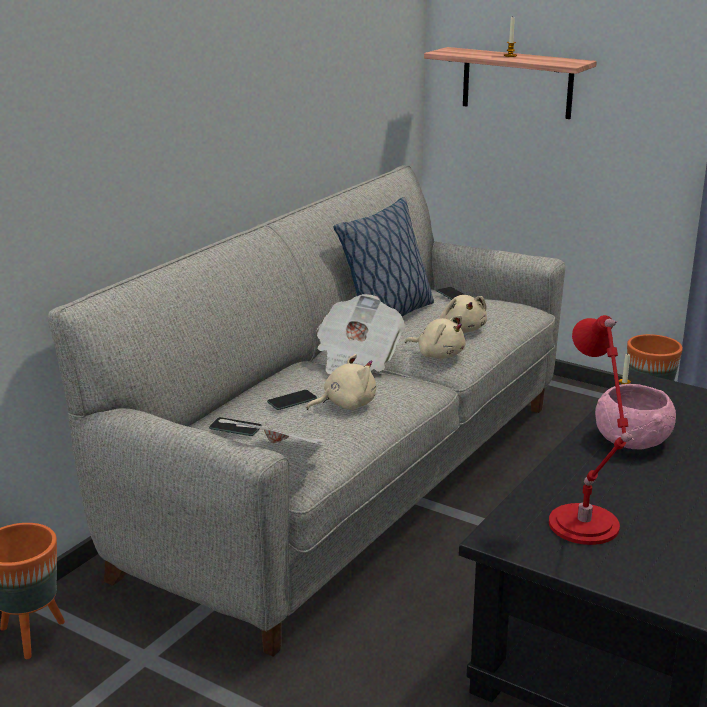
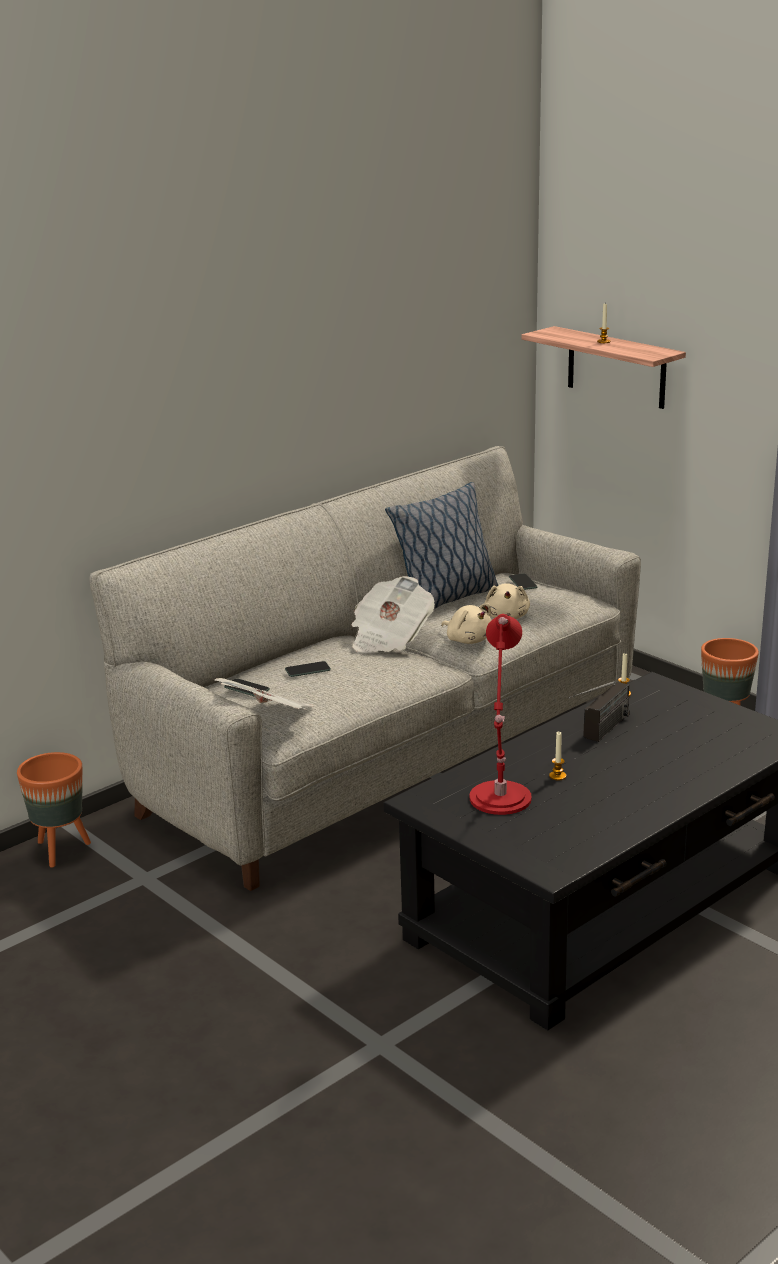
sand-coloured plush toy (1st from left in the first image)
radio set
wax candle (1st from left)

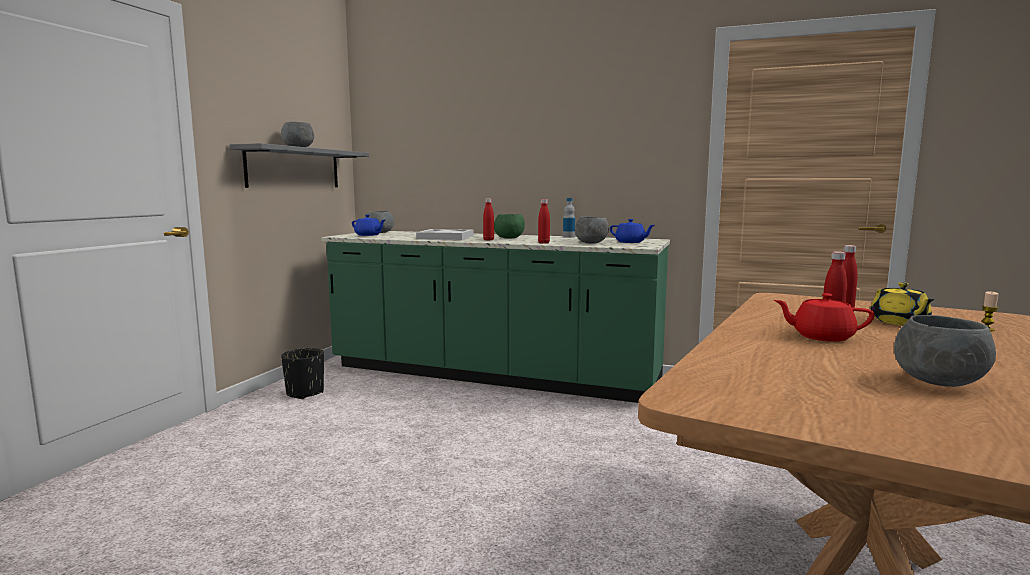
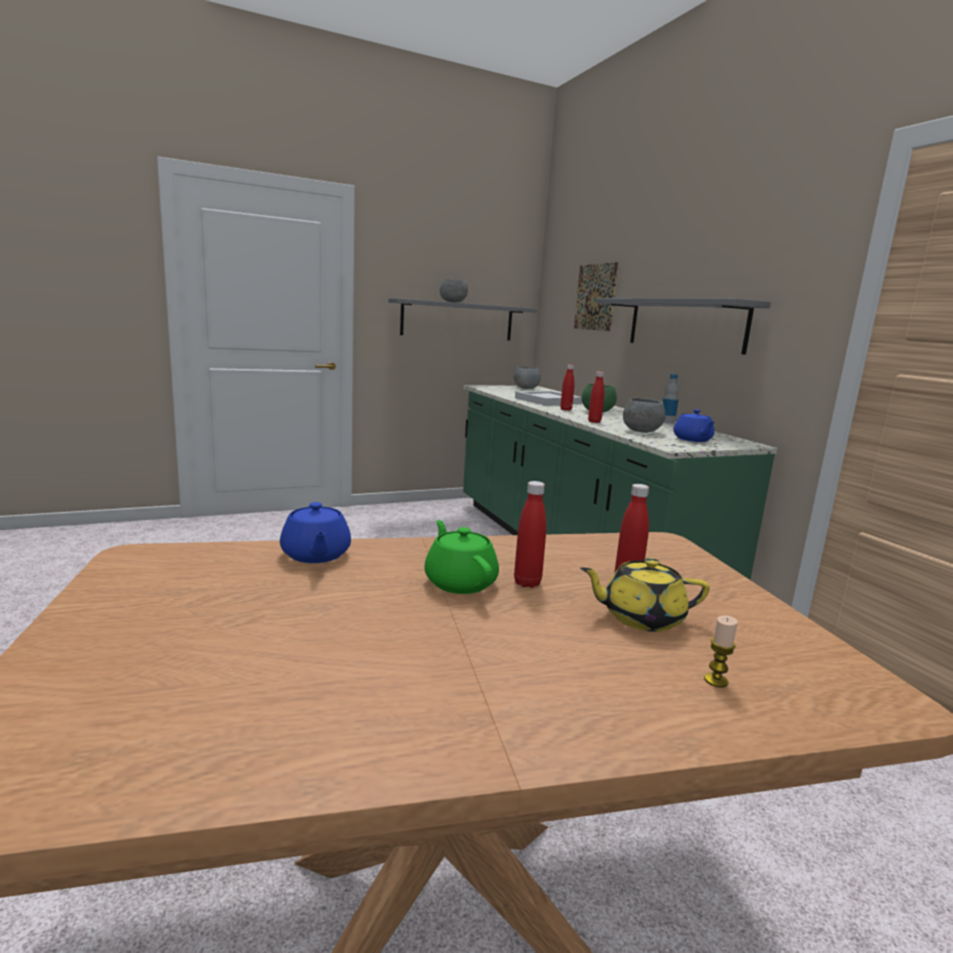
bluish pot for tea (1st from left)
yellow-coloured pot for tea
green pot for tea
grey bowl (4th from left in the first image)
black-coloured planter
wall picture
grey wall shelf (2nd from left)

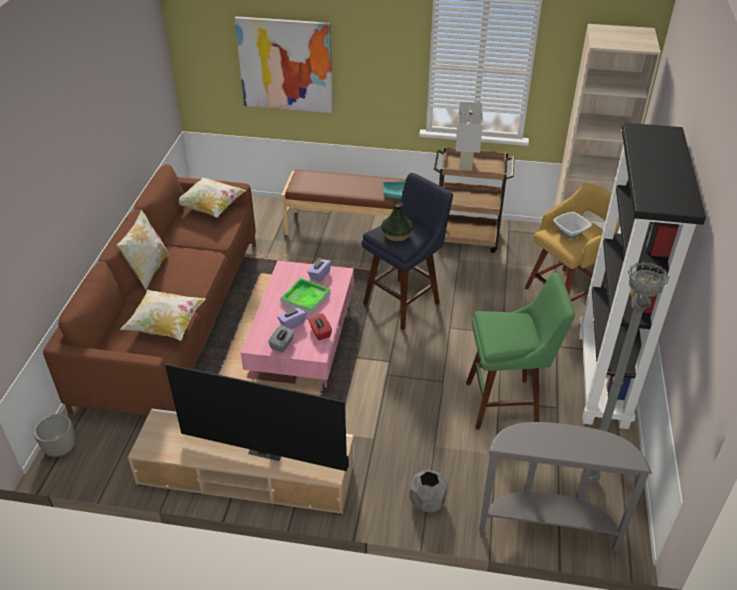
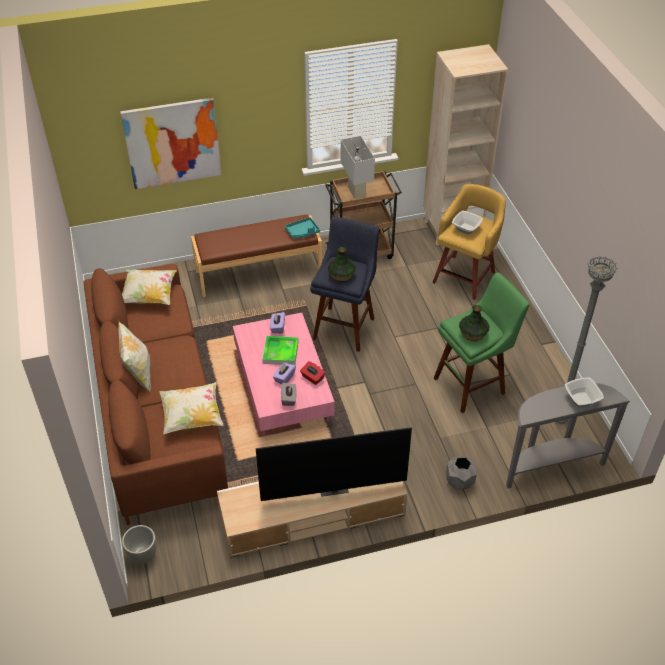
black-coloured bookshelf
flower vase (2nd from left)
bowl (2nd from left)

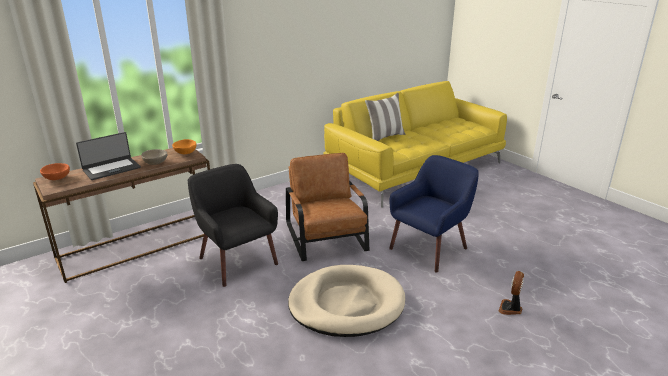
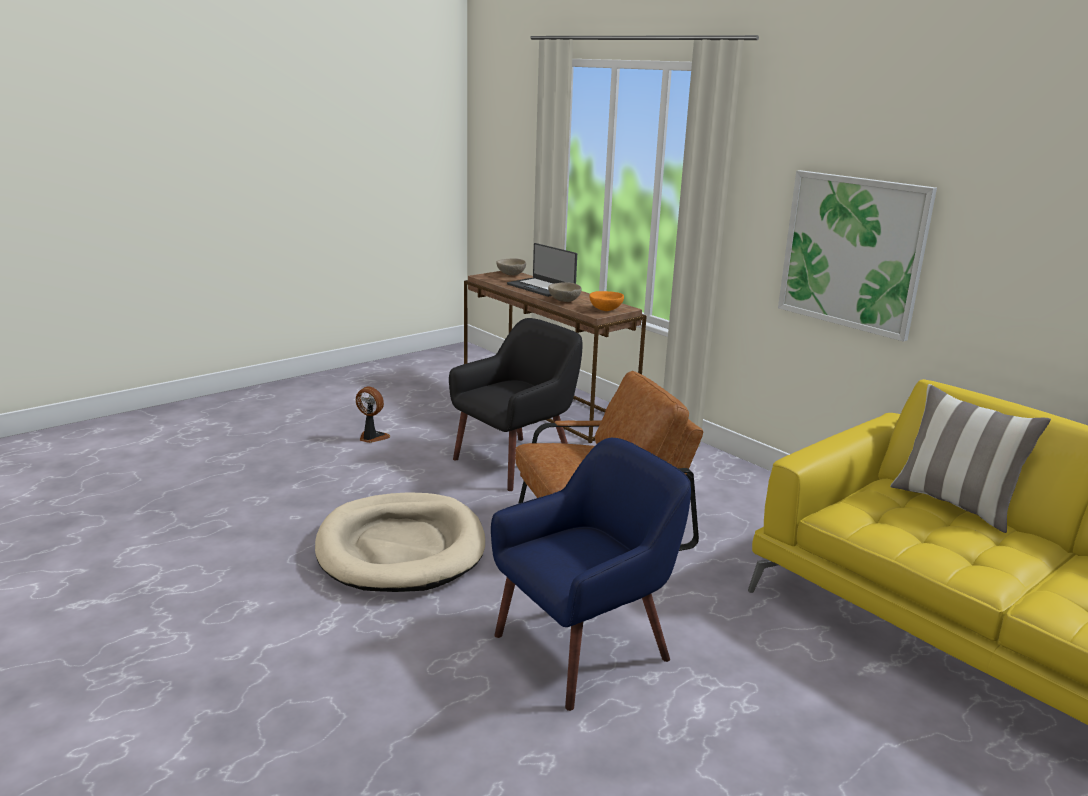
bluish easy chair
sand-coloured bowl (1st from left)
fan
wall picture

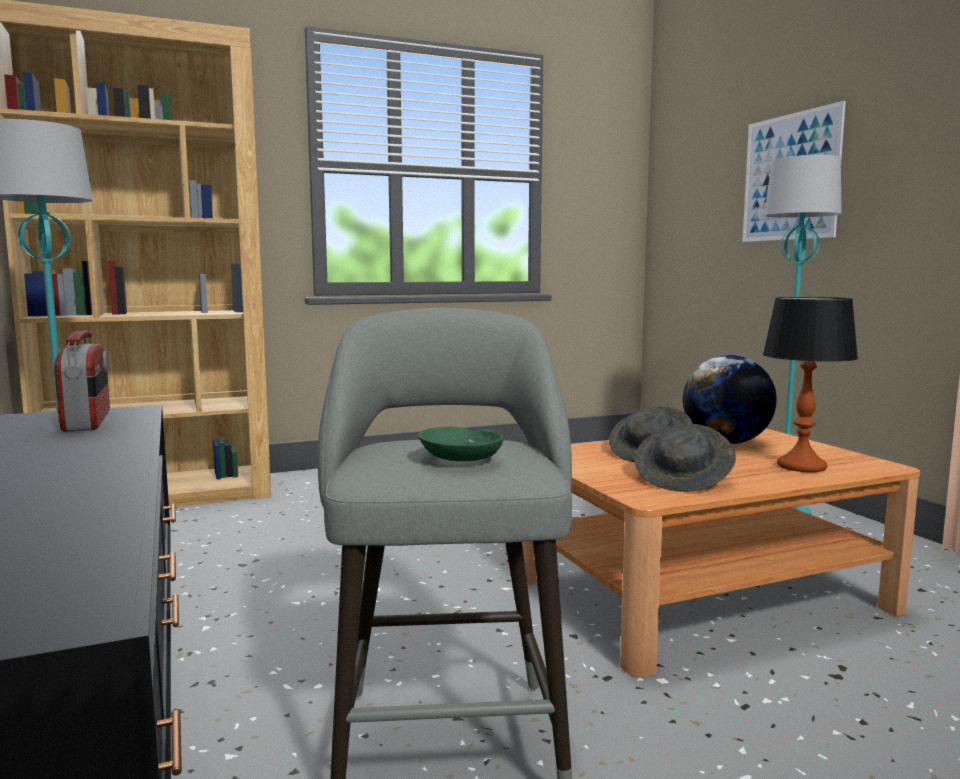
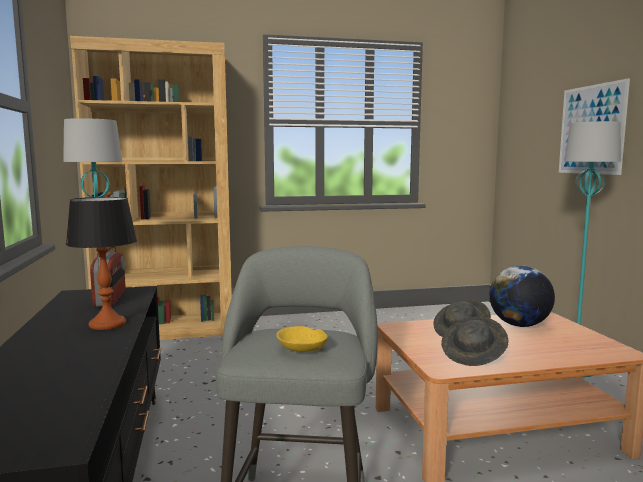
table lamp
yellow-coloured bowl

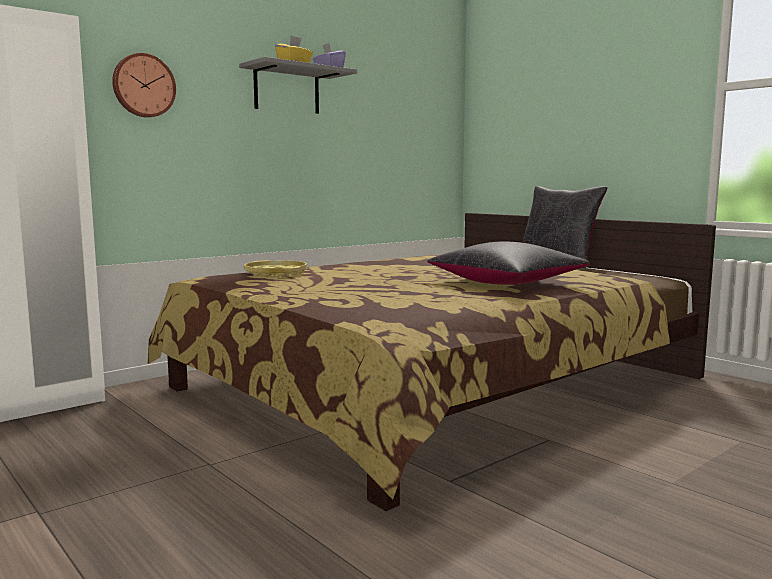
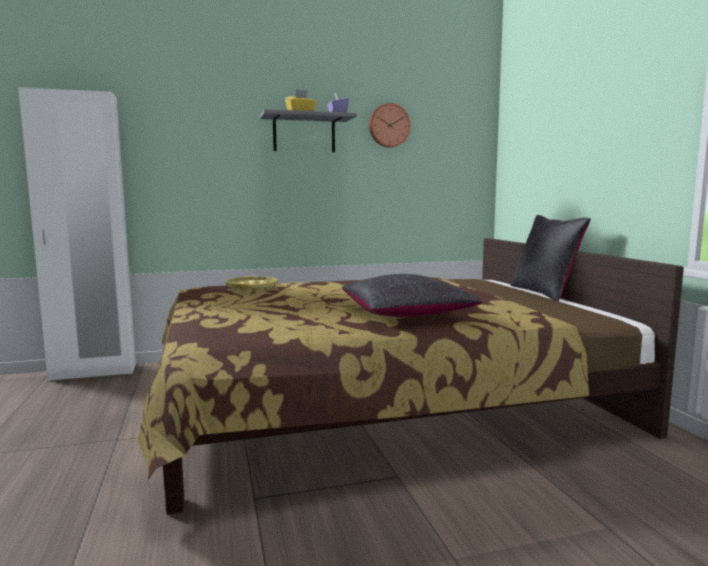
clock on the wall

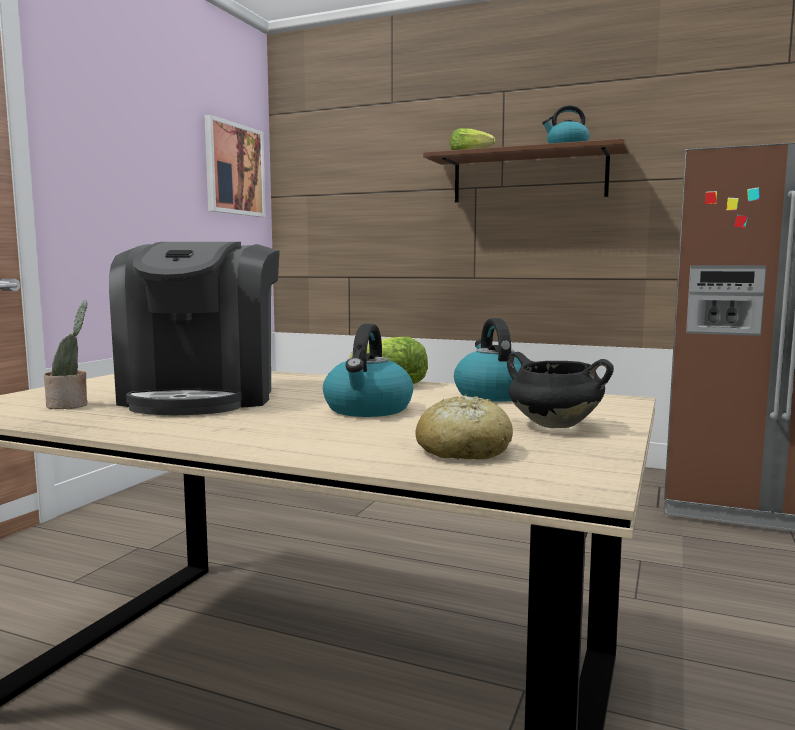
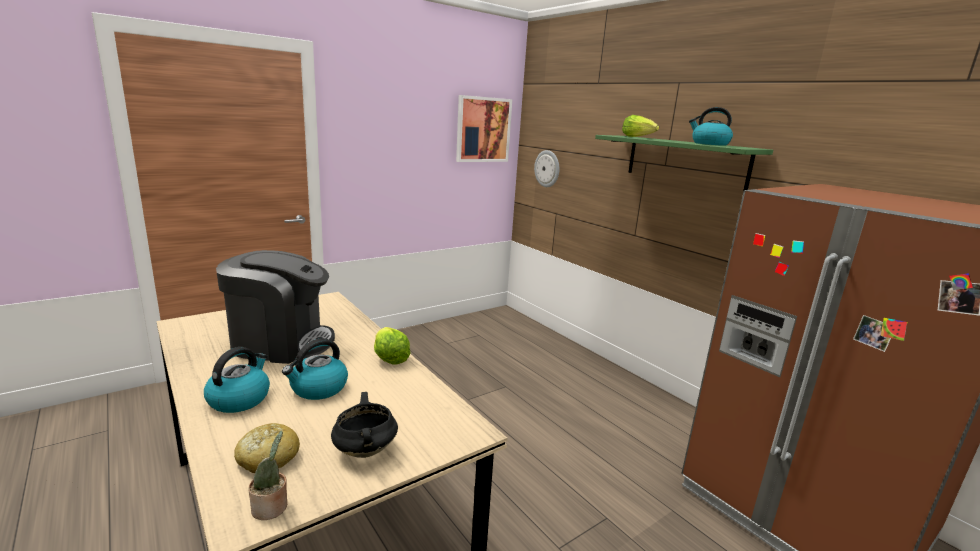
green wall shelf
coffee brewer
potted plant
water kettle (1st from left)
clock on the wall

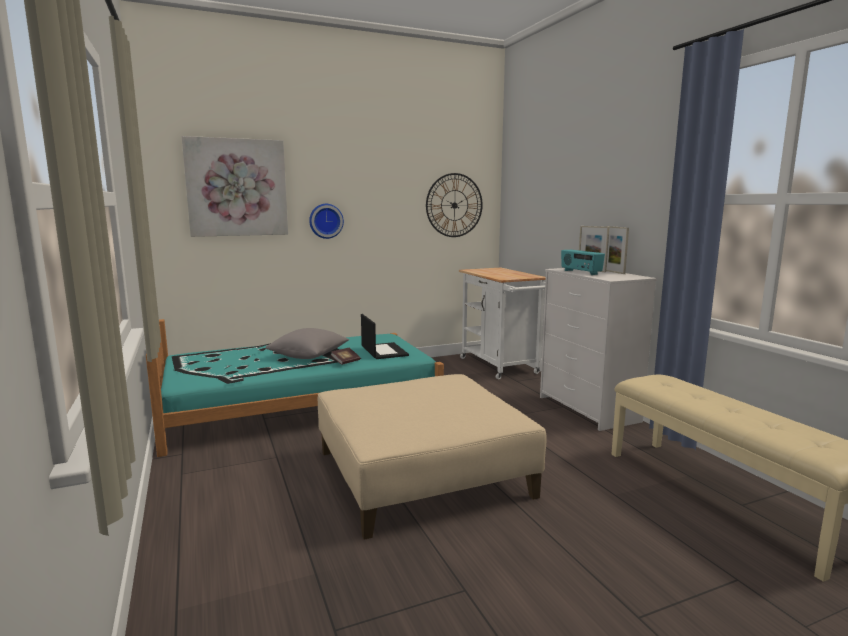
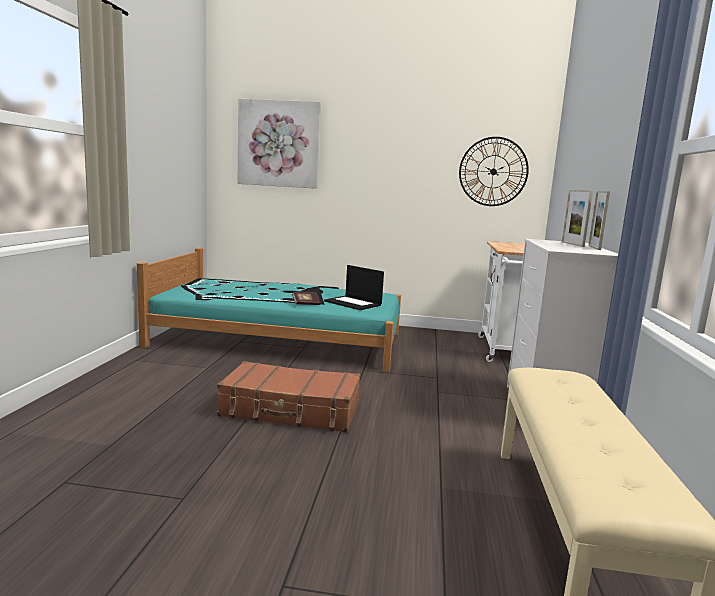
clock on the wall (1st from left in the first image)
radio set
notebook computer
grey cushion
brown travel case

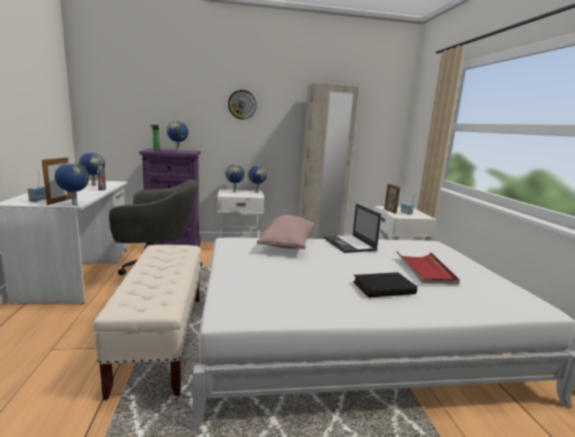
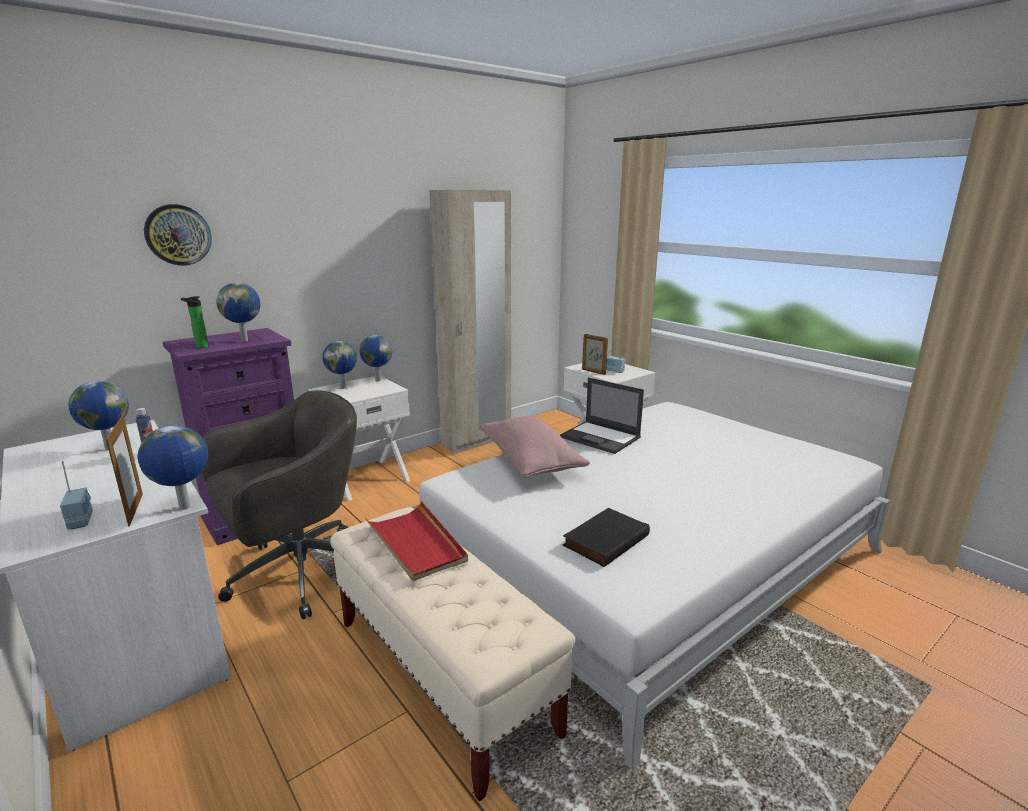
clock on the wall
reddish carrying tray
black-coloured volume

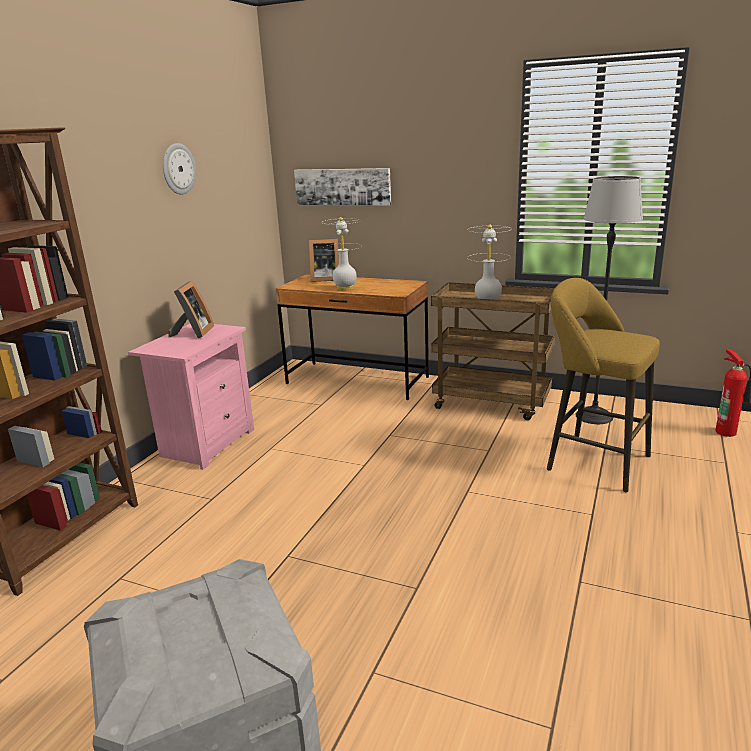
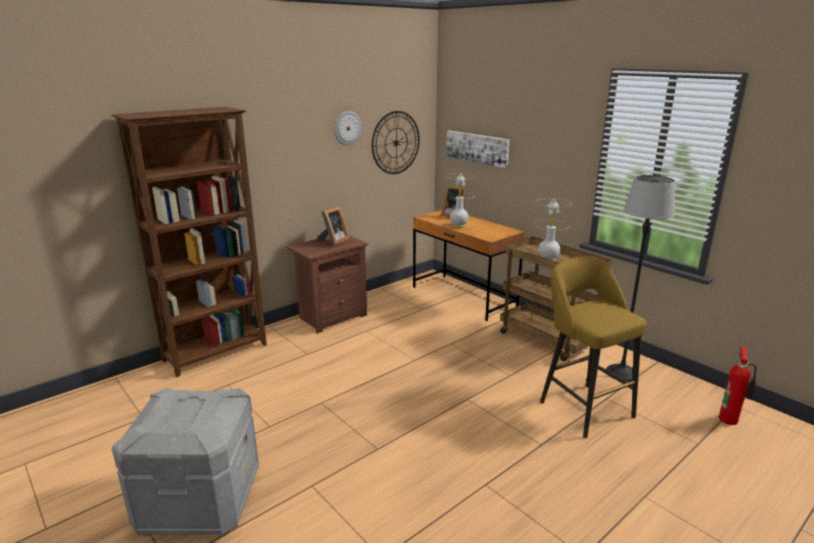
brown nightstand
clock on the wall (2nd from left)

